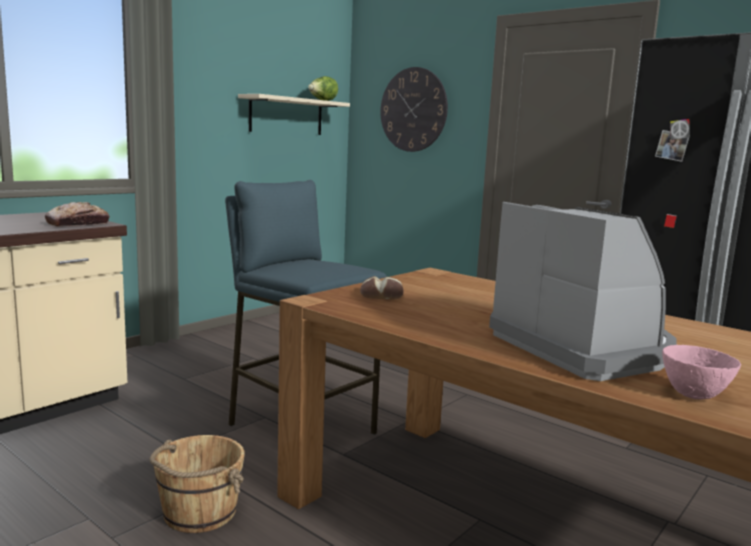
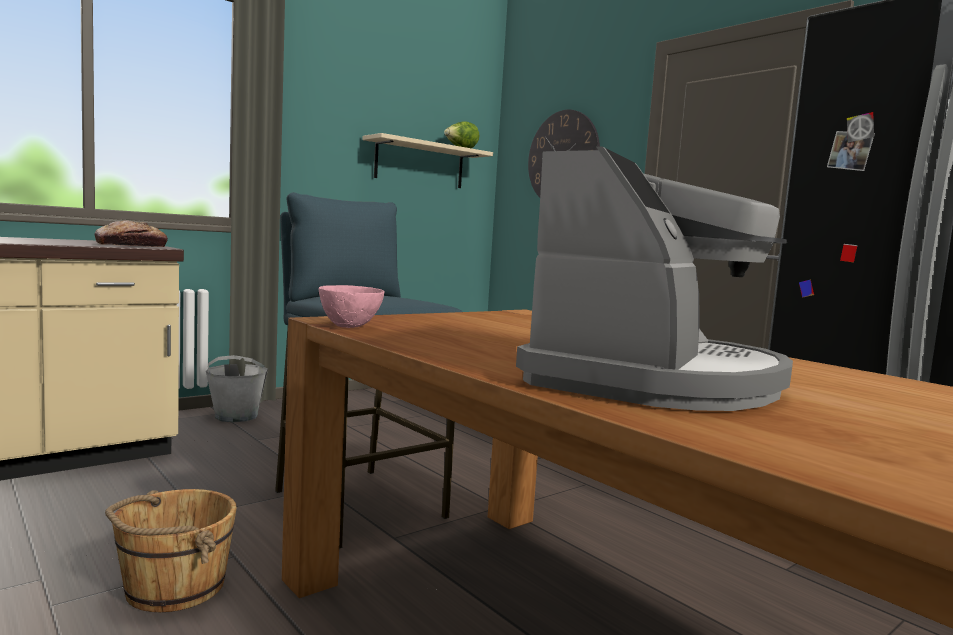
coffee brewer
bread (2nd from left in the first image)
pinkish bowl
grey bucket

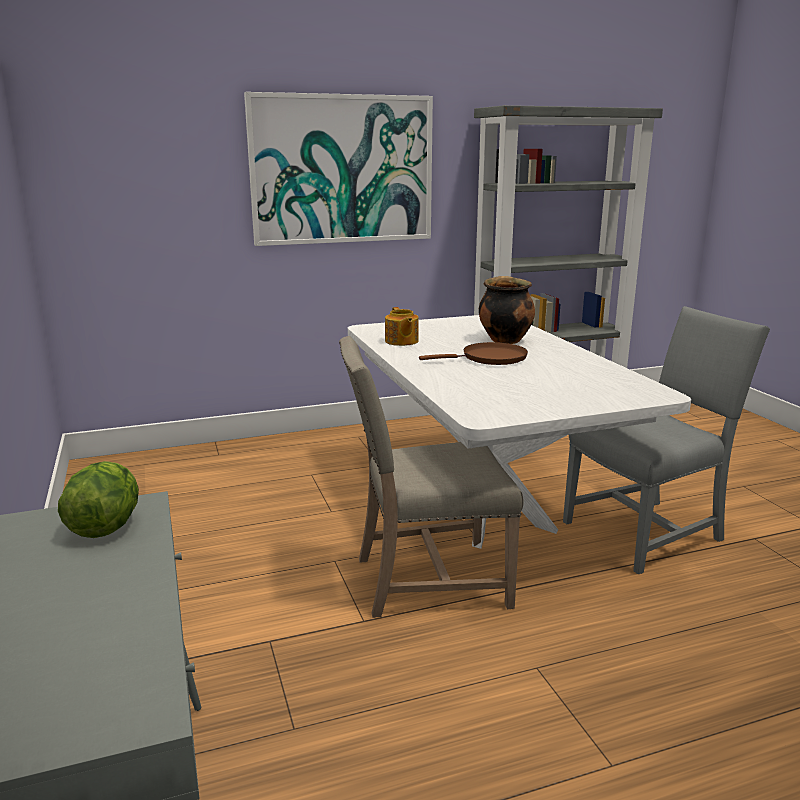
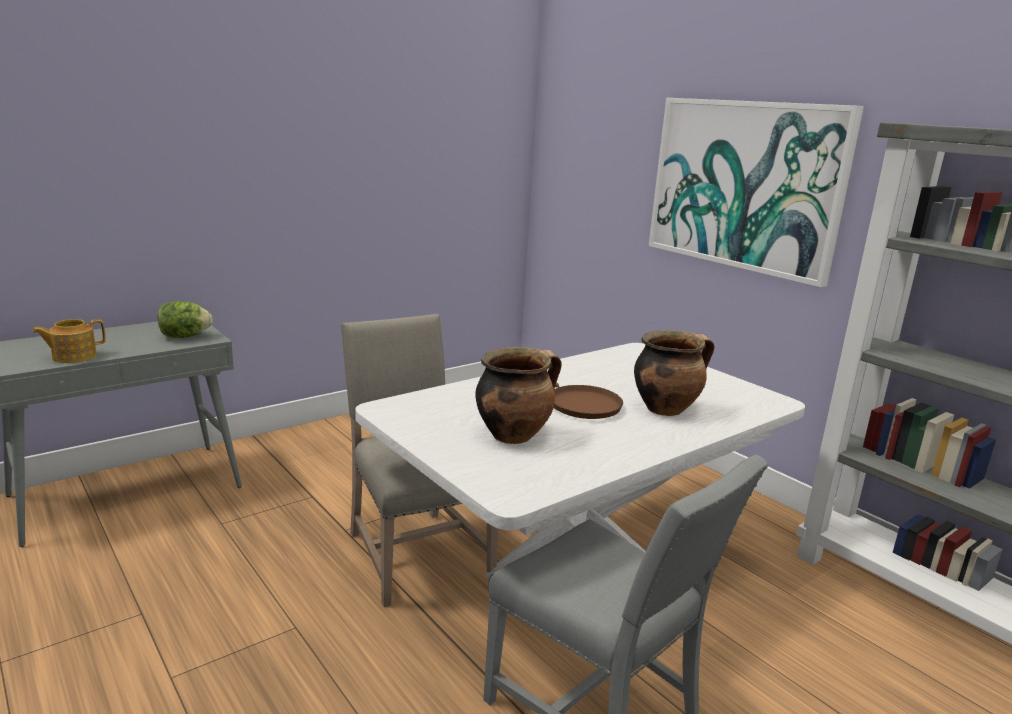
pot for tea
saucepot (1st from left)

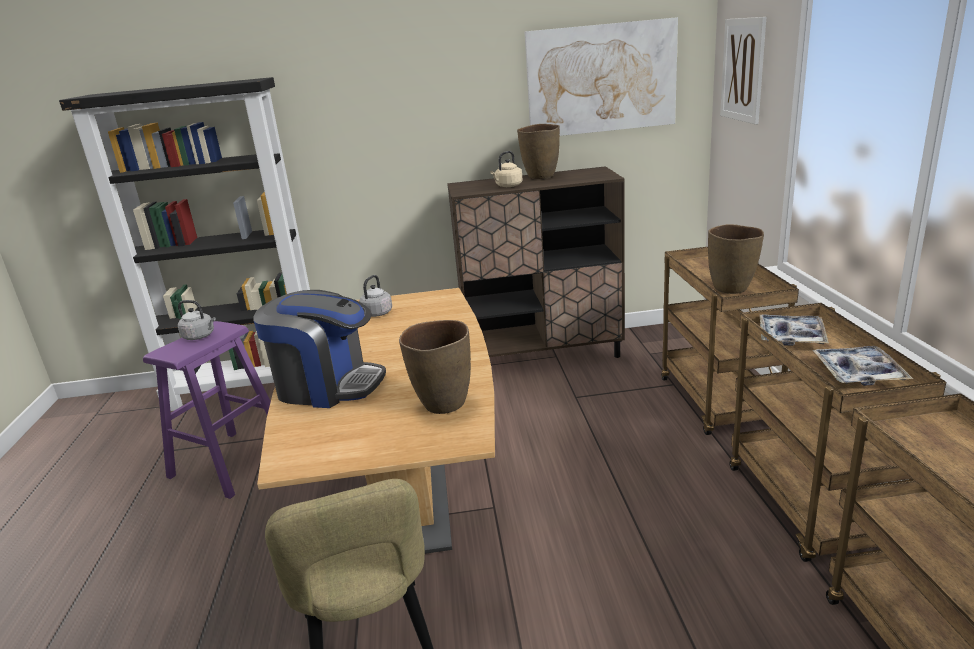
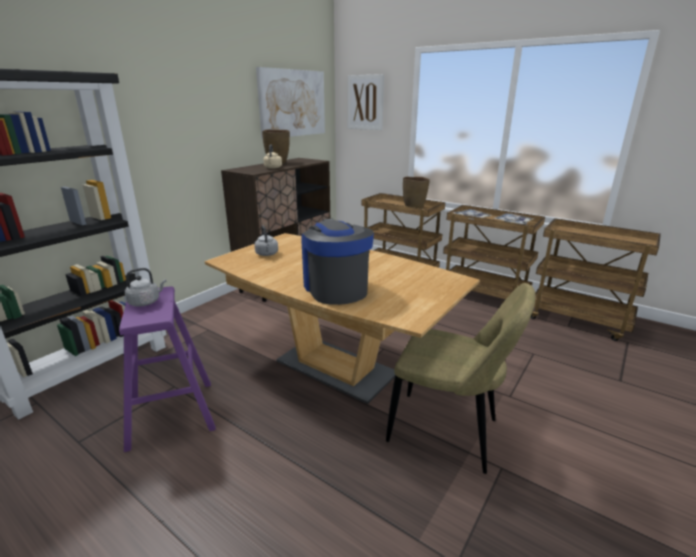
coffee brewer
brown flower vase (1st from left in the first image)

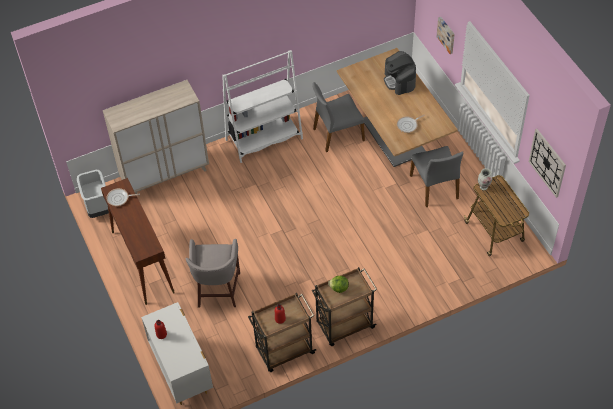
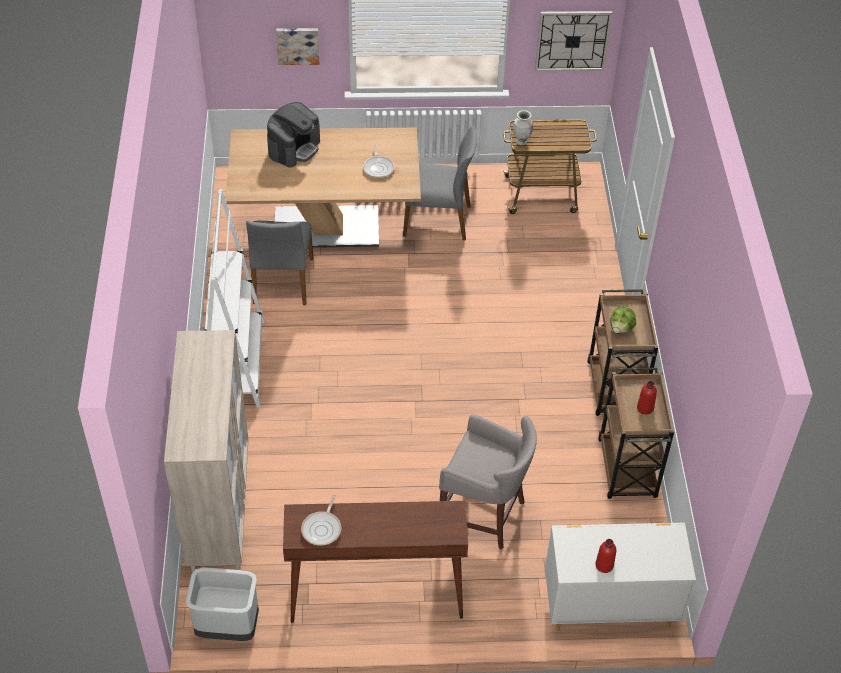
coffee brewer

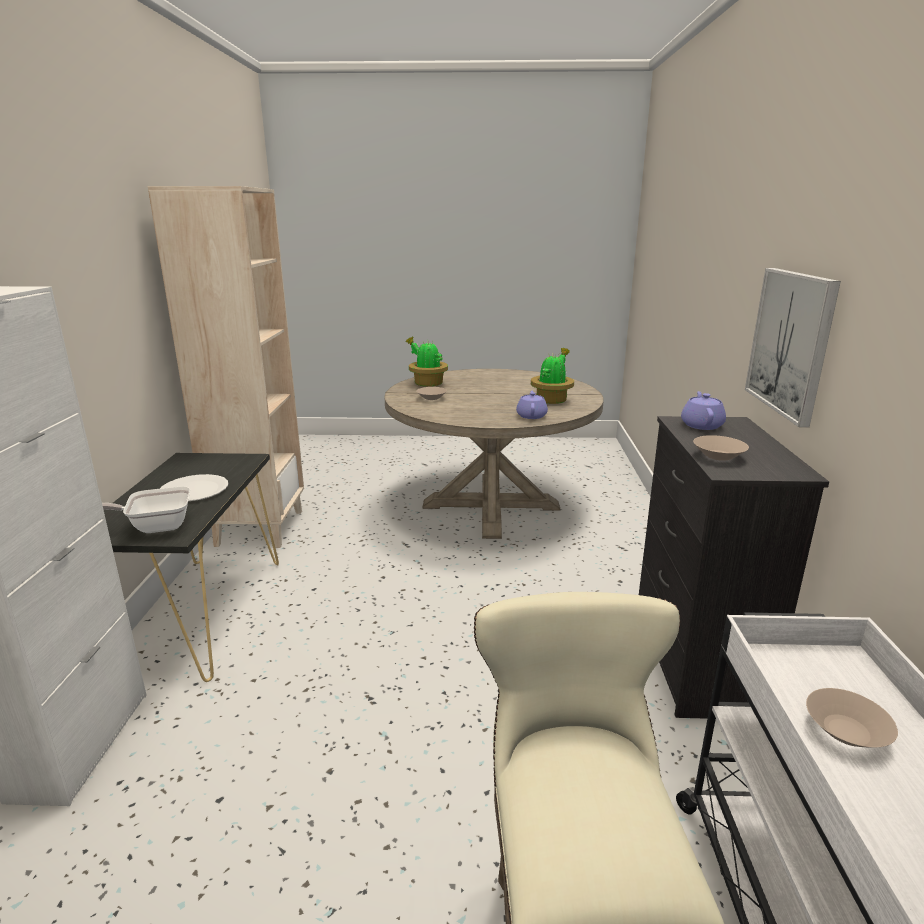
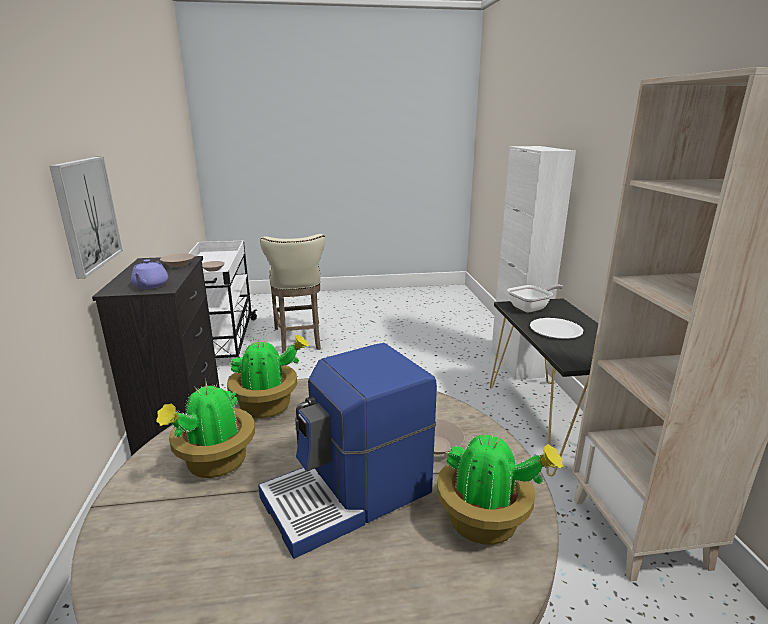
potted plant (2nd from left)
coffee brewer

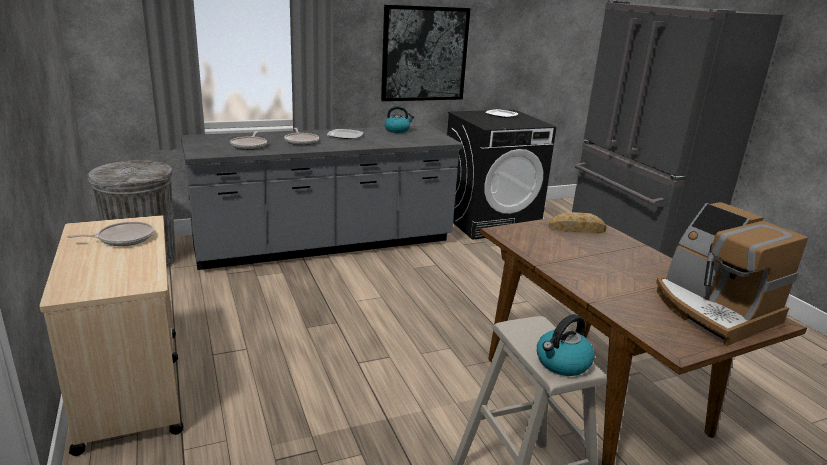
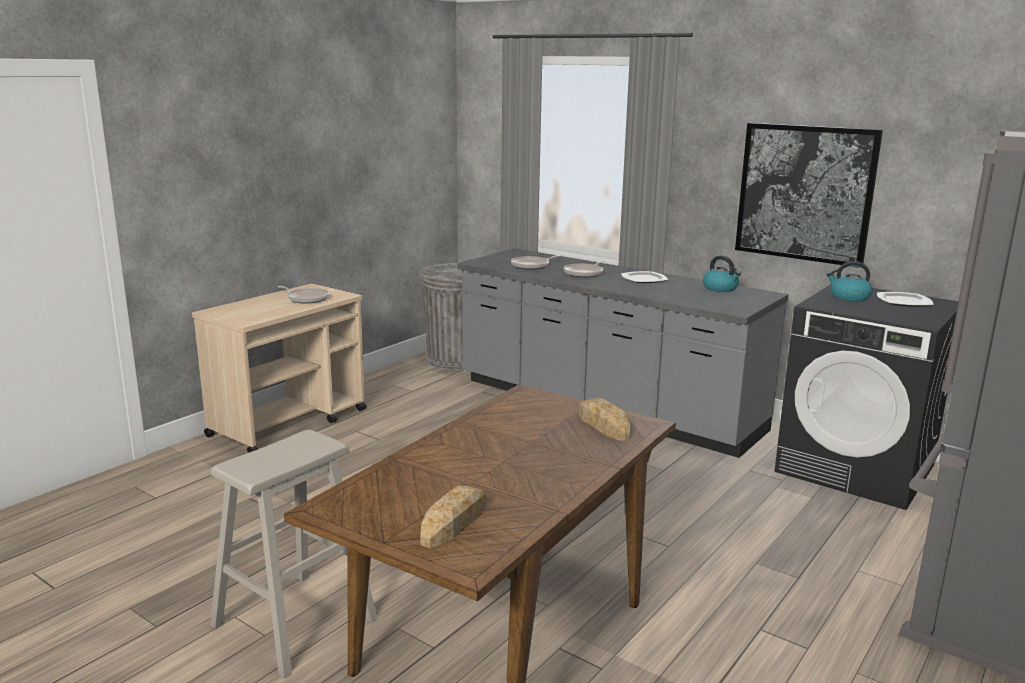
bread (1st from left)
water kettle (2nd from left)

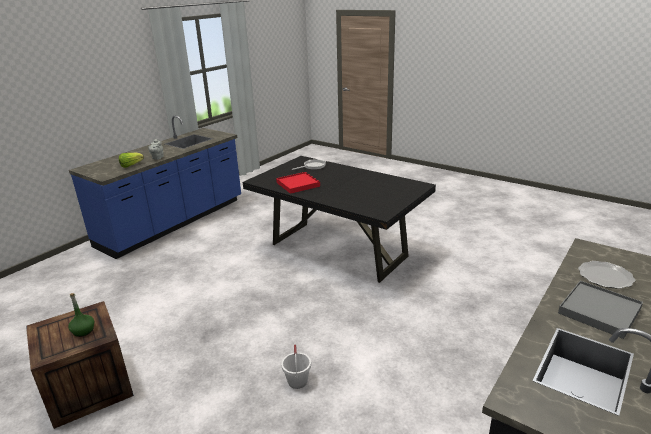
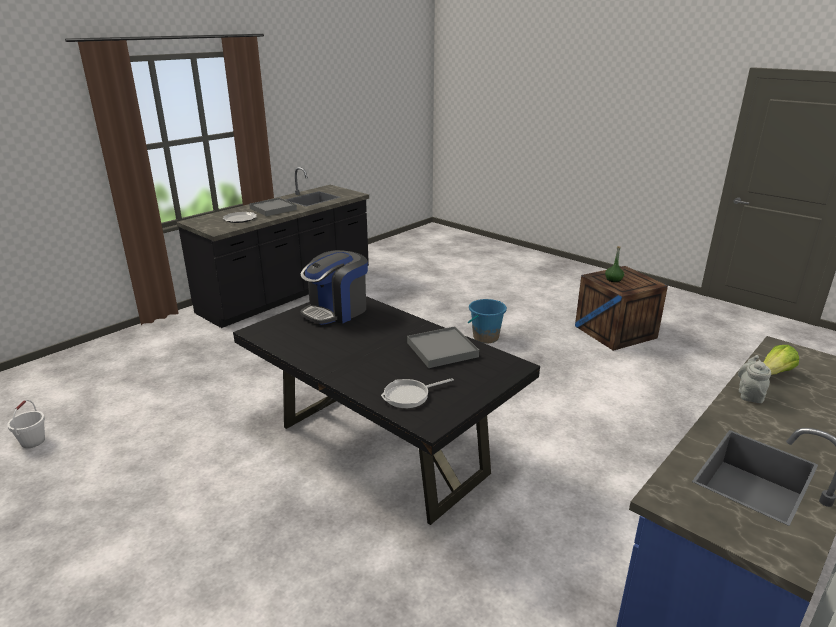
grey carrying tray (2nd from left)
white-coloured bucket
coffee brewer
bluish bucket

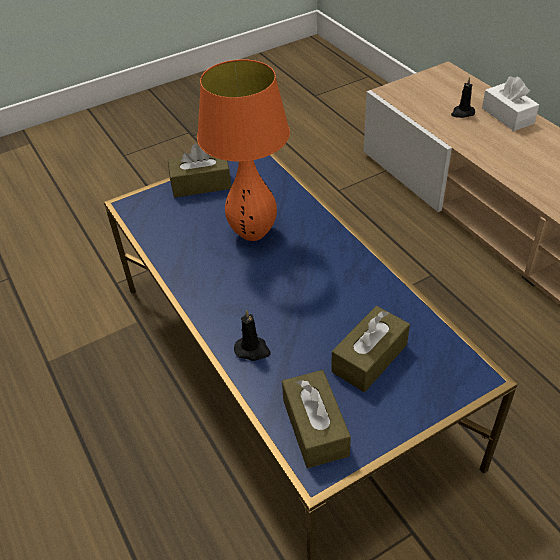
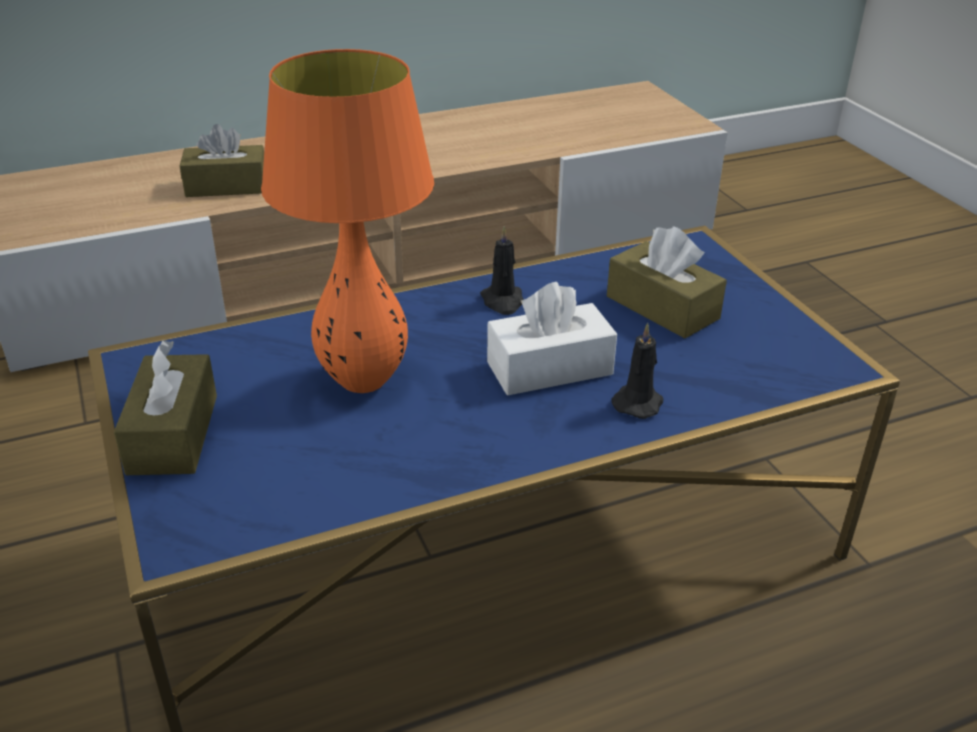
white-coloured box of tissues
black-coloured wax candle (1st from left)
brown box of tissues (2nd from left)

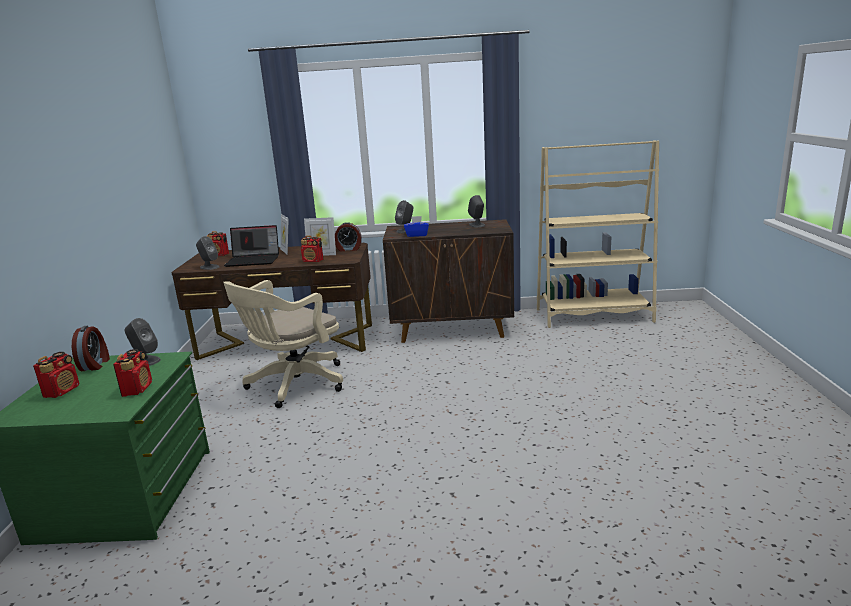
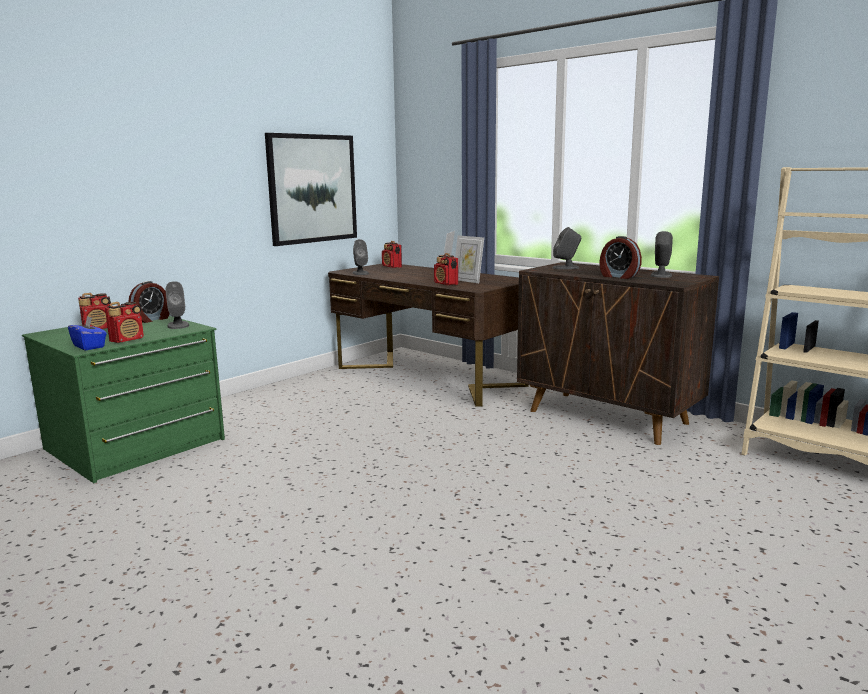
bluish box of tissues
table clock (2nd from left)
notebook computer
sand-coloured desk chair
wall picture

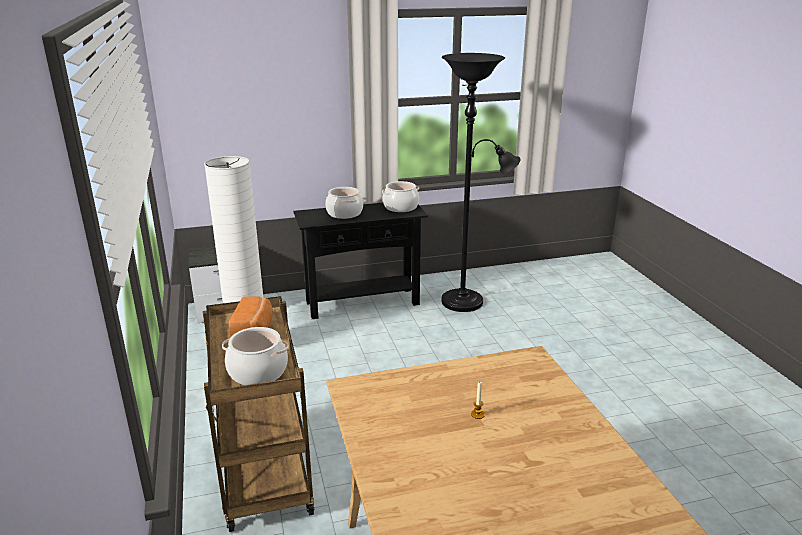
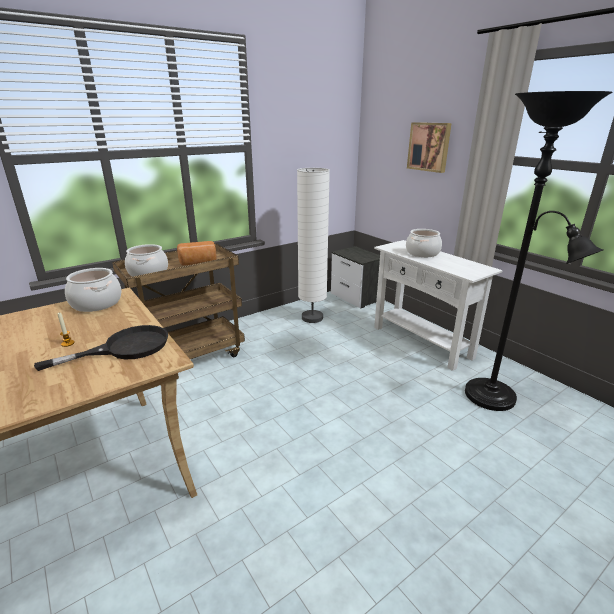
saucepot (1st from left)
white-coloured hall table
wall picture
black-coloured skillet

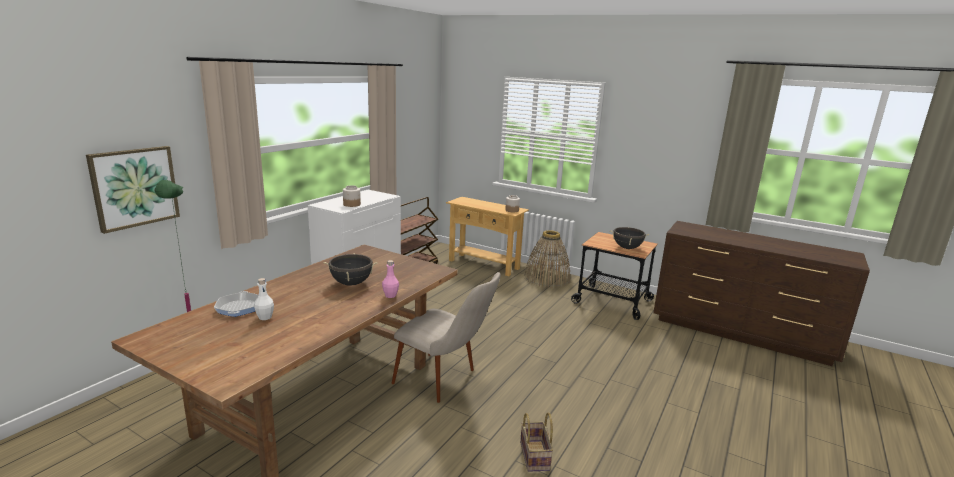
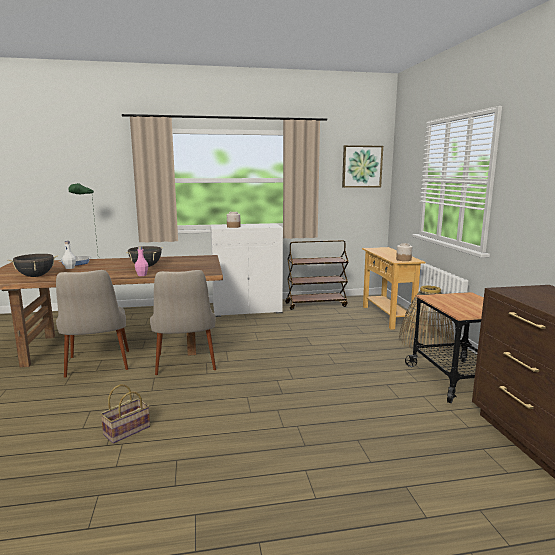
wall picture
black-coloured saucepot (1st from left)
sand-coloured upright chair (1st from left)

